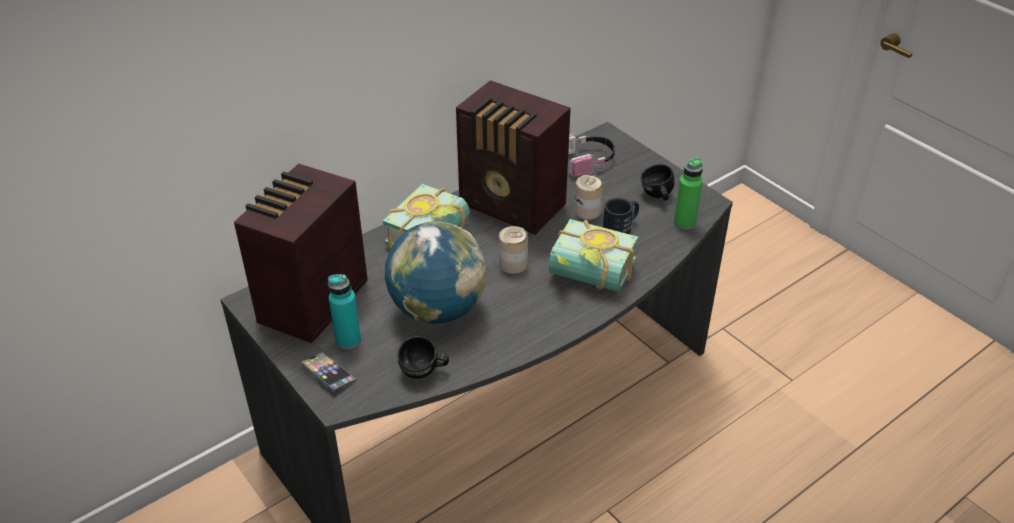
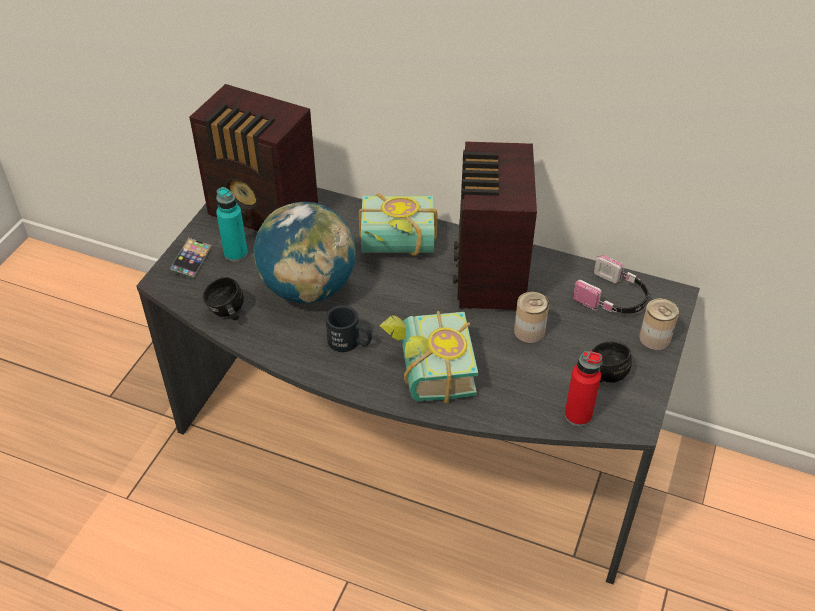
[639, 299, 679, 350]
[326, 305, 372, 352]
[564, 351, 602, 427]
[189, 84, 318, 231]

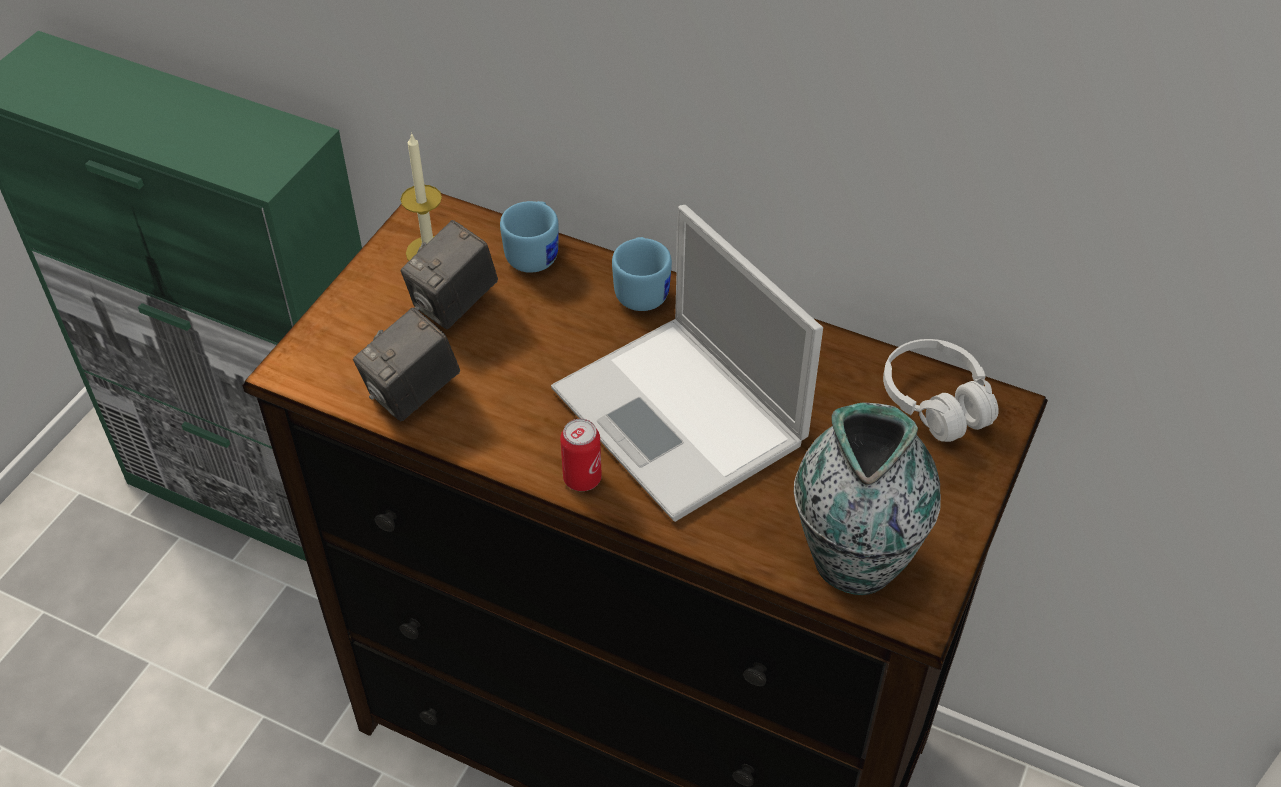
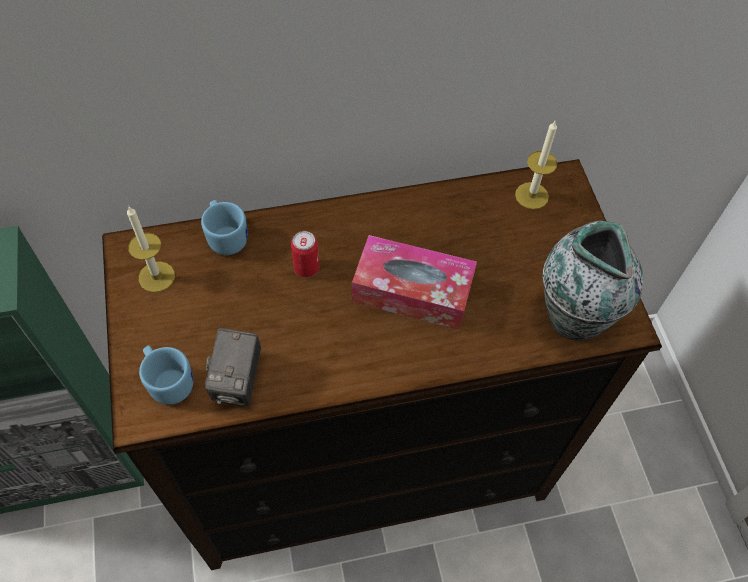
[401, 220, 498, 329] (first image)
[291, 231, 320, 278]
[139, 345, 193, 405]
[352, 235, 477, 330]
[515, 121, 557, 209]

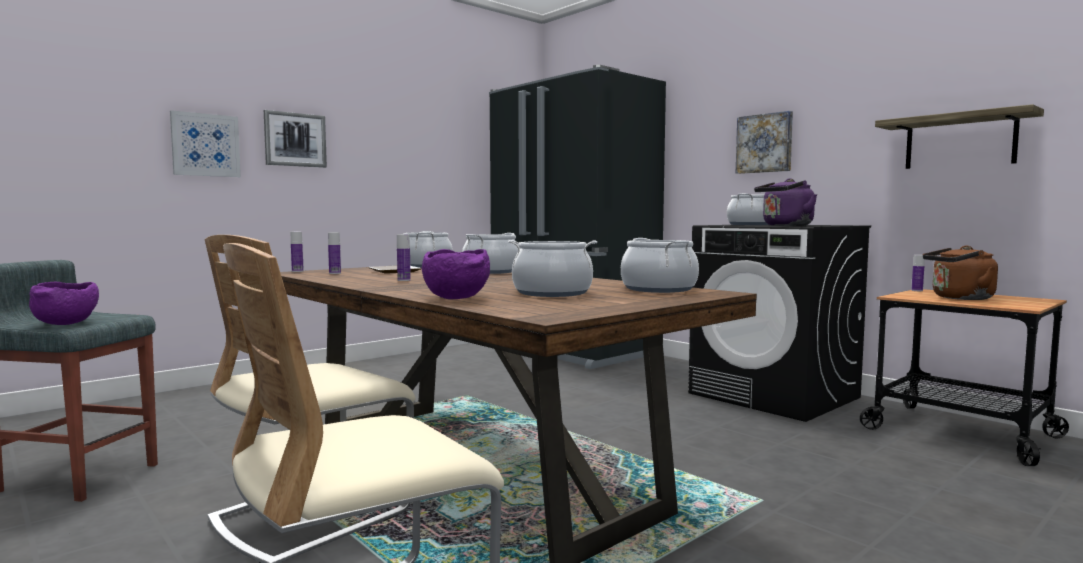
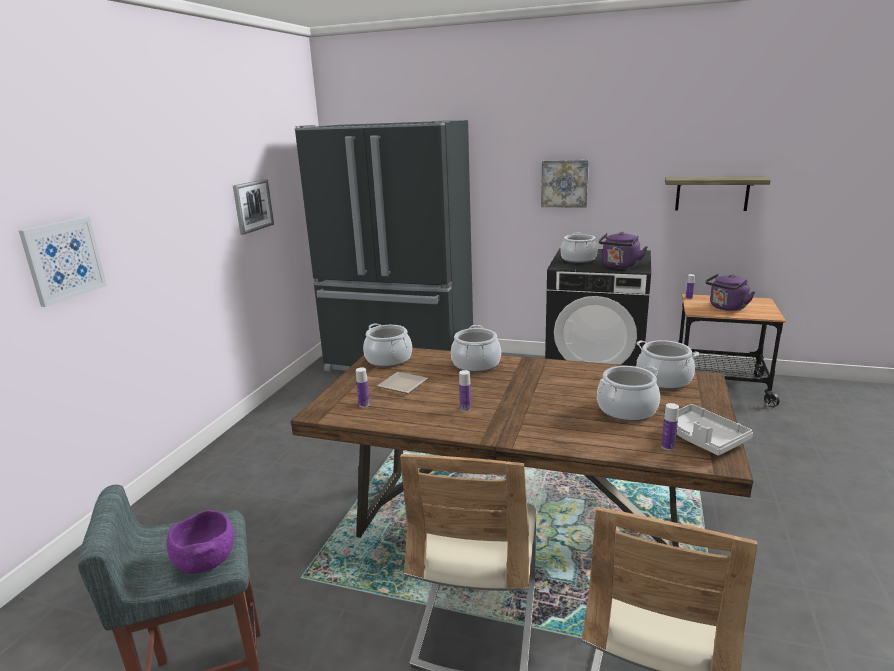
[422, 249, 490, 299] (first image)
[677, 404, 753, 455]
[233, 179, 274, 235]
[661, 403, 679, 450]
[706, 274, 755, 311]

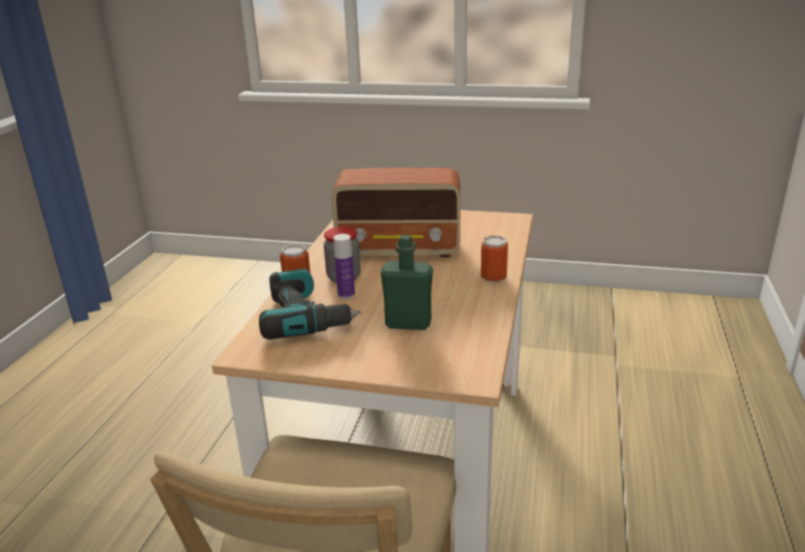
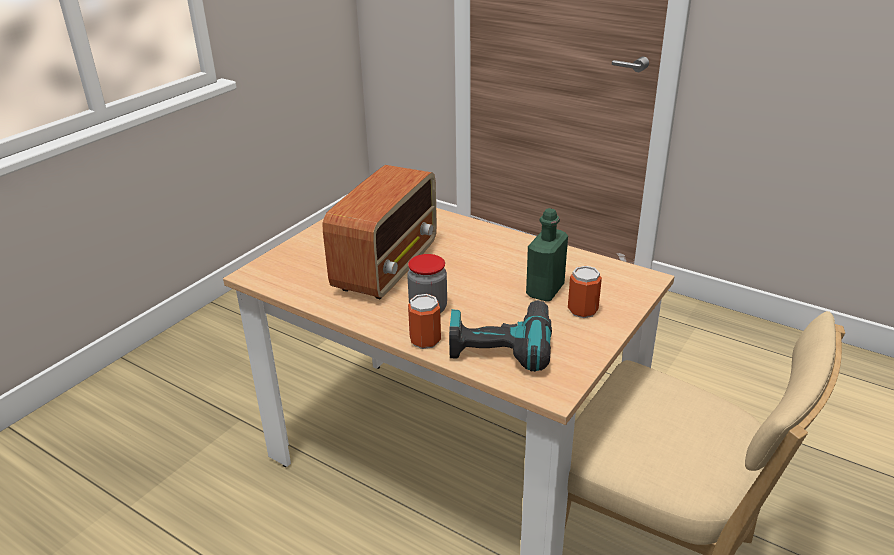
[333, 234, 355, 299] (first image)
[568, 266, 602, 318]

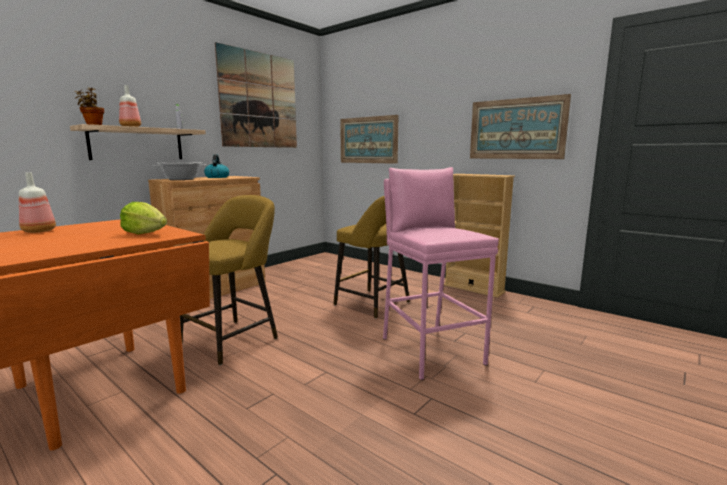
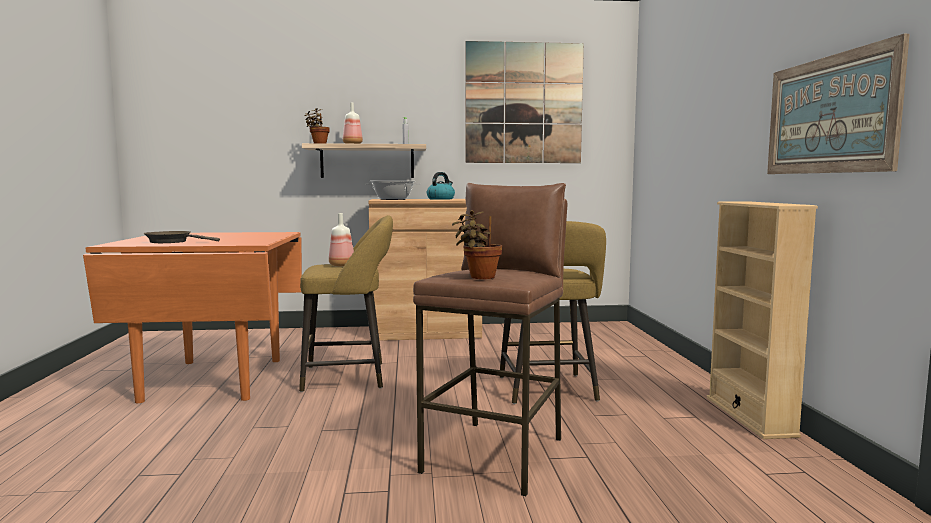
[120, 202, 167, 235] (first image)
[340, 115, 399, 164] (first image)
[144, 231, 220, 243]
[452, 210, 502, 279]
[329, 213, 354, 267]
[413, 183, 567, 496]

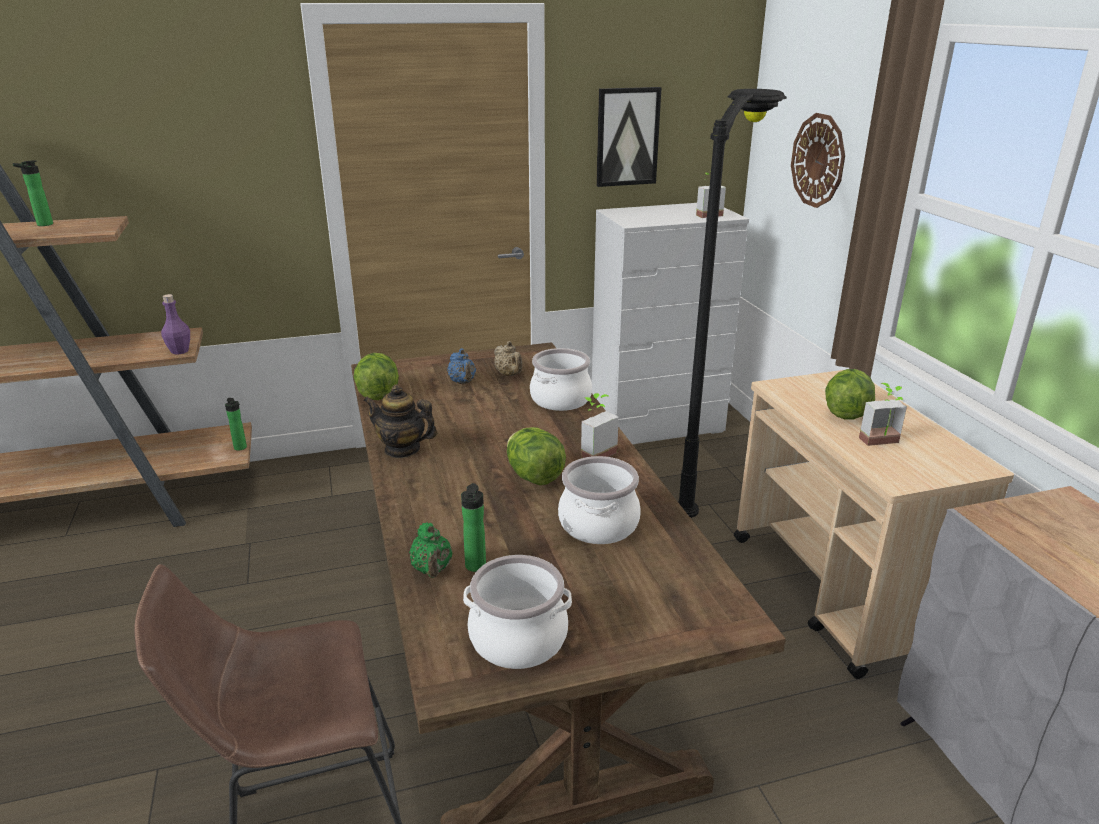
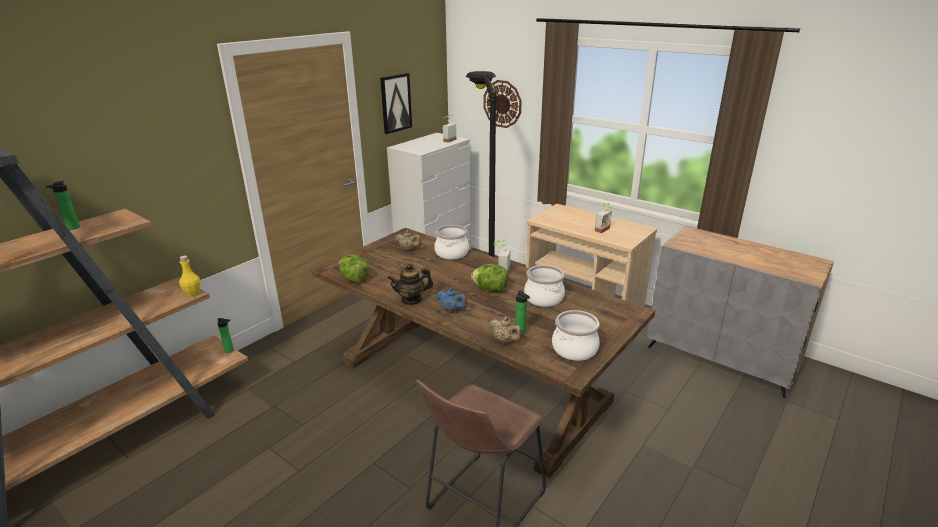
[825, 369, 875, 420] (first image)
[436, 287, 467, 312]
[179, 256, 200, 297]
[489, 317, 522, 343]

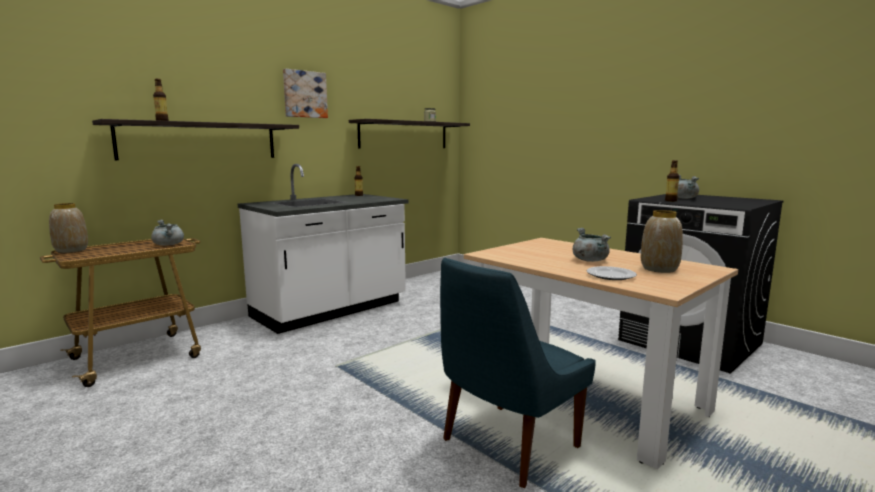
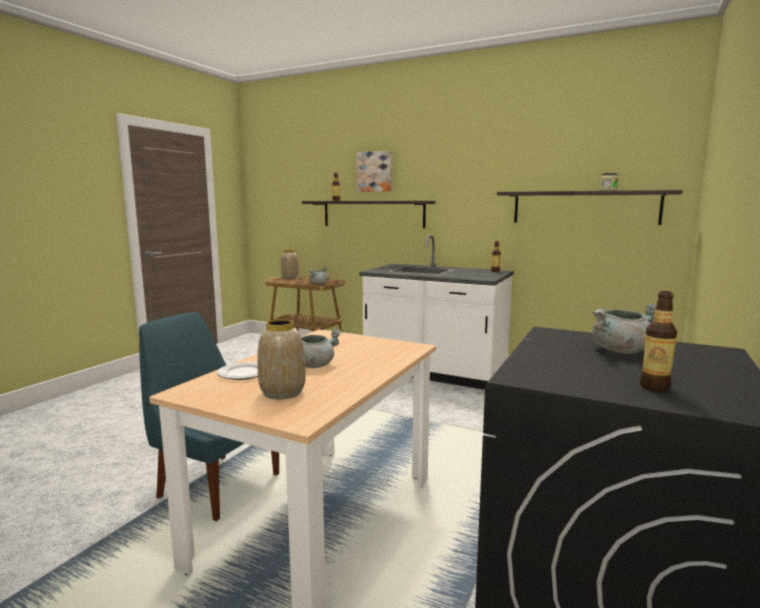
[356, 151, 393, 192]
[640, 291, 677, 392]

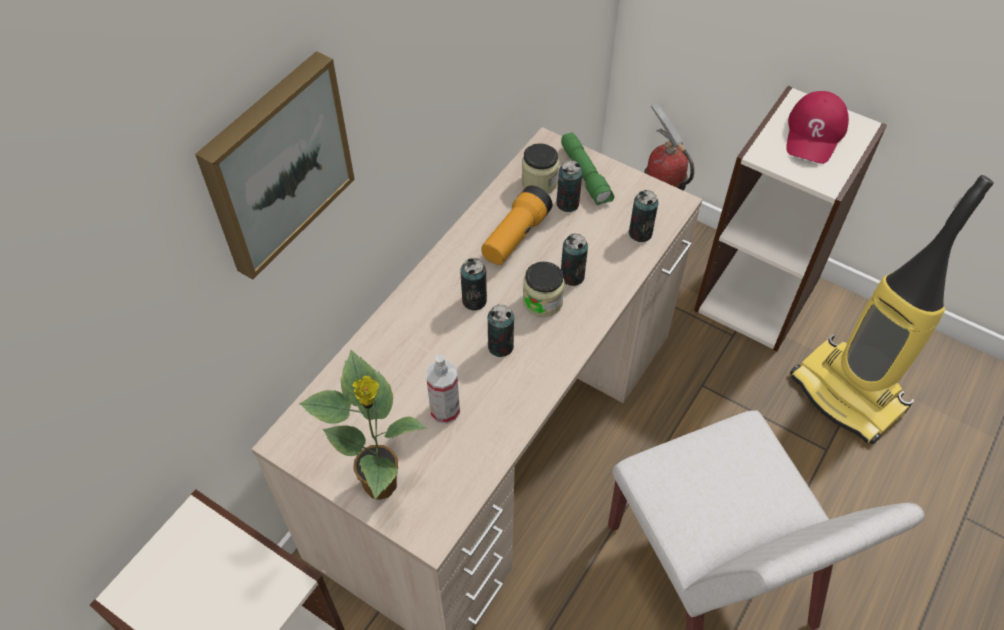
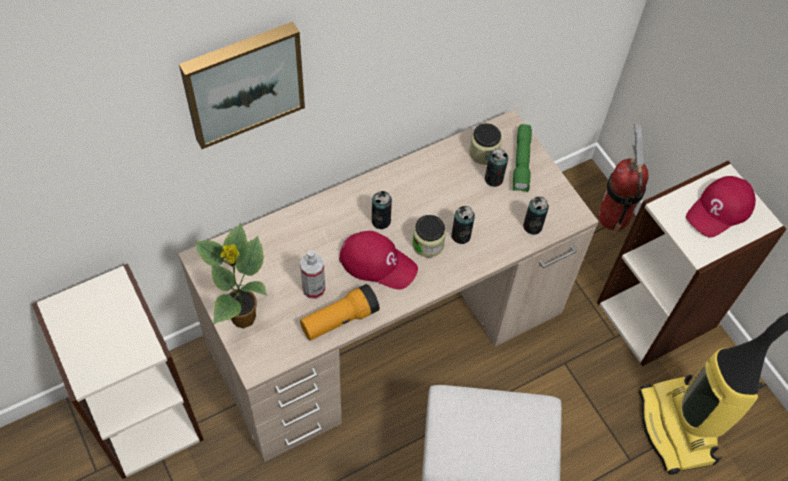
[300, 284, 380, 341]
[339, 231, 418, 290]

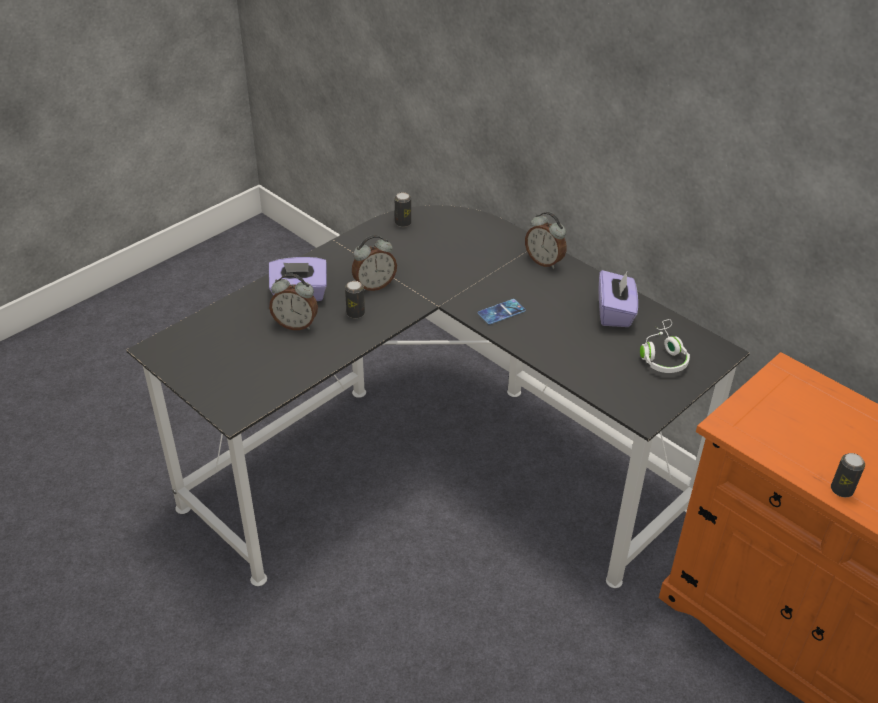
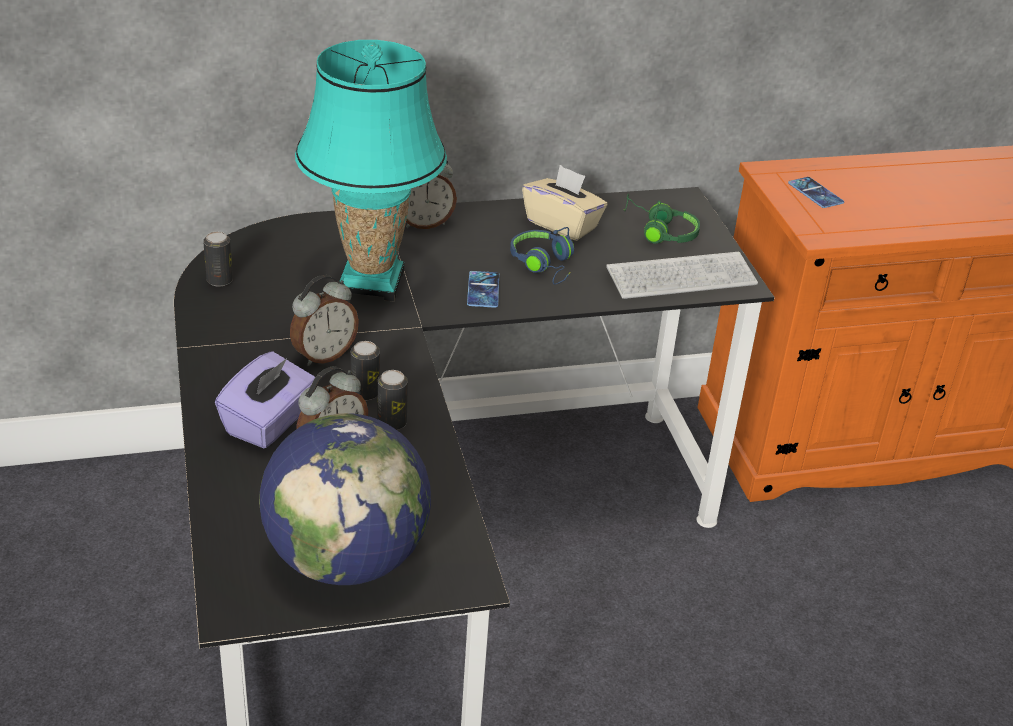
[259, 413, 431, 585]
[295, 40, 447, 302]
[510, 227, 574, 285]
[606, 252, 758, 299]
[788, 177, 844, 208]
[378, 370, 408, 430]
[522, 165, 607, 241]
[624, 194, 700, 244]
[290, 275, 359, 366]

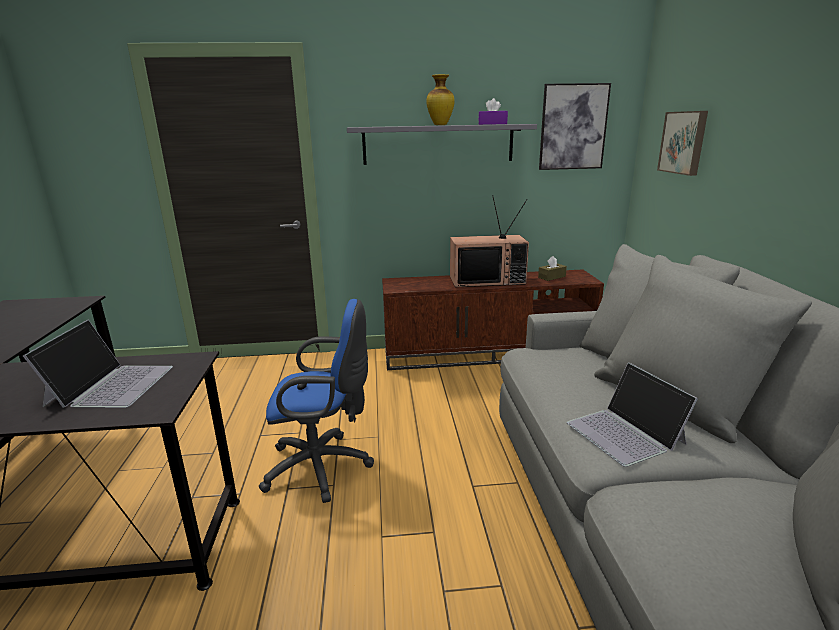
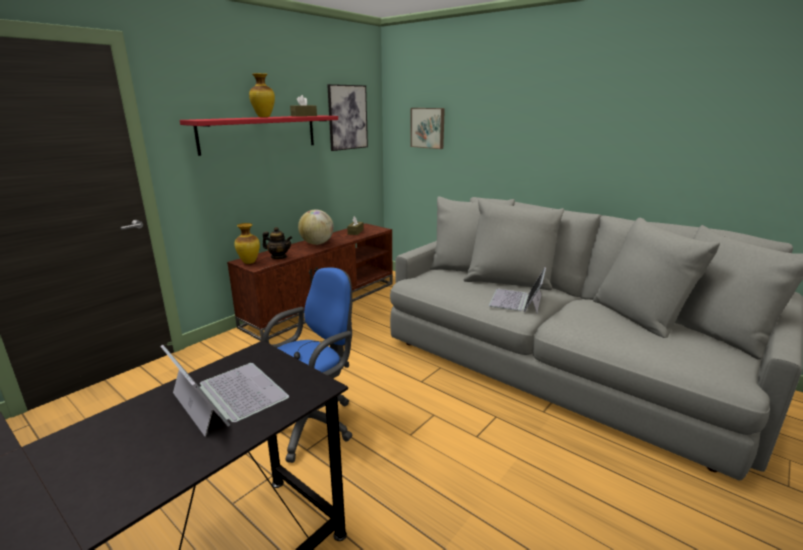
[234, 223, 260, 264]
[263, 227, 292, 259]
[298, 210, 334, 245]
[180, 115, 338, 156]
[290, 95, 317, 117]
[489, 268, 546, 313]

